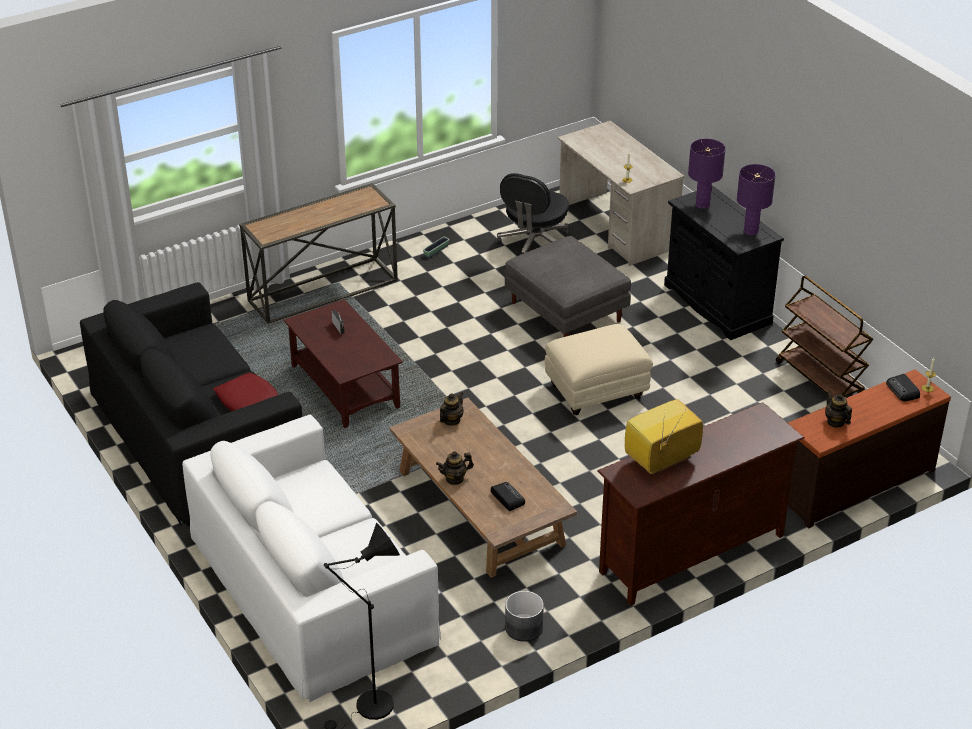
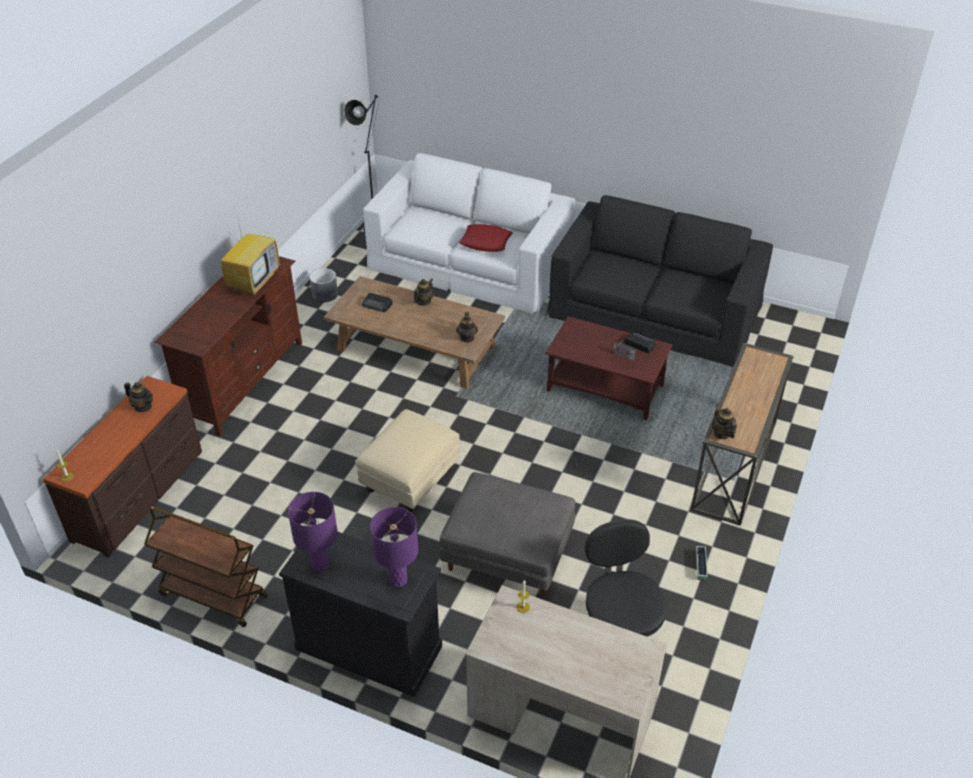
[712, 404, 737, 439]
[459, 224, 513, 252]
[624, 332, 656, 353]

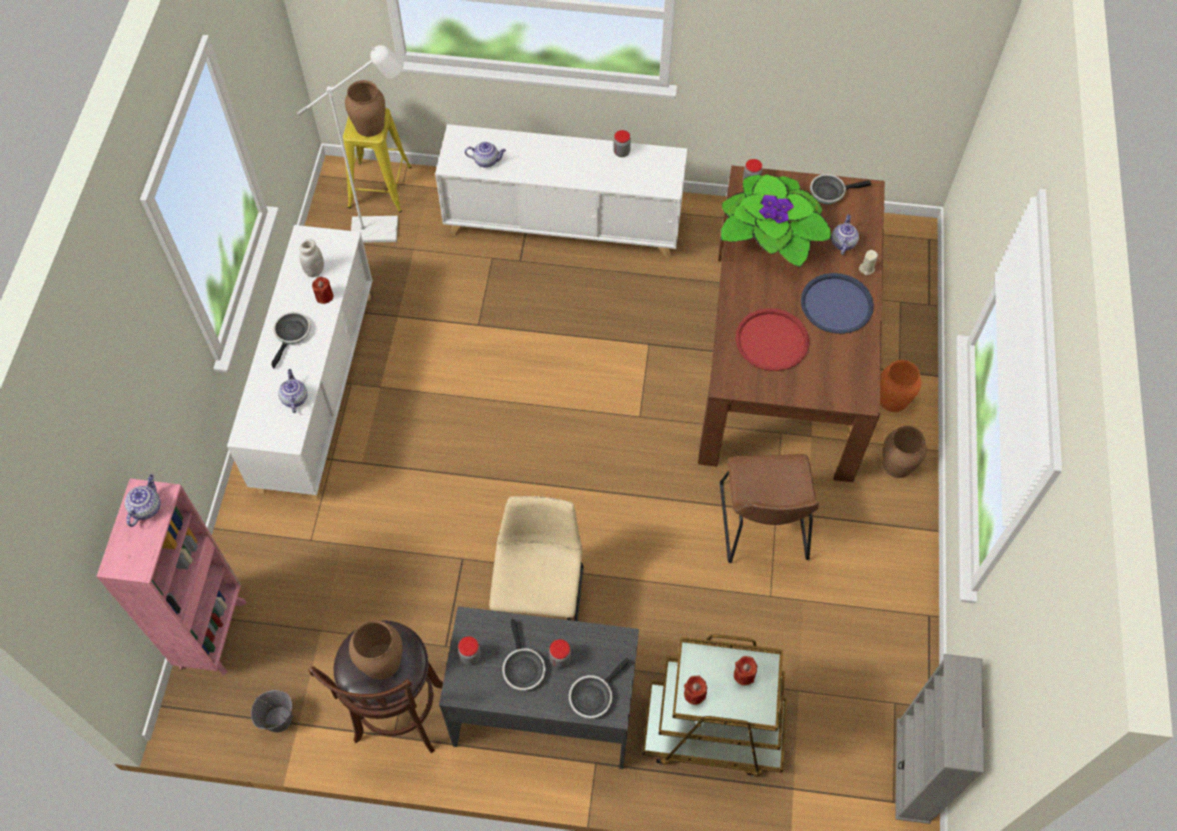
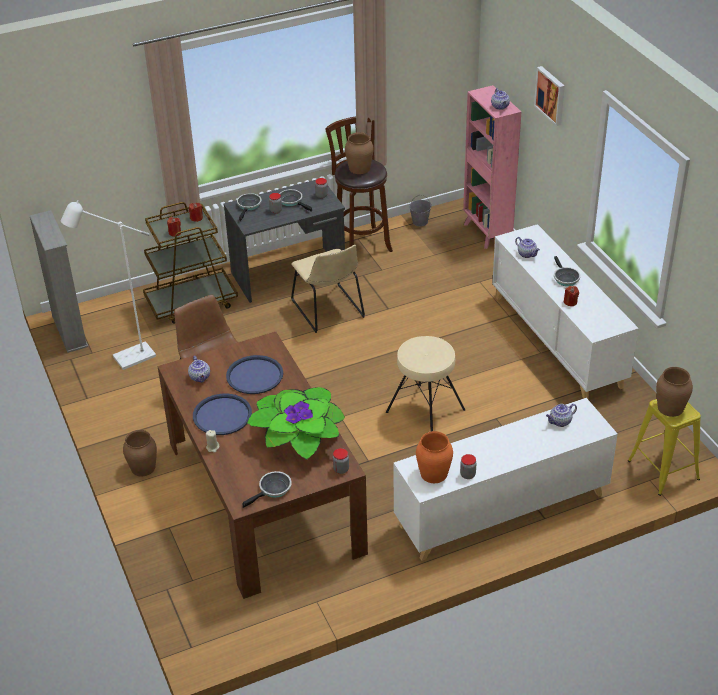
[299, 239, 324, 277] (first image)
[386, 336, 465, 431]
[534, 66, 565, 126]
[61, 200, 156, 370]
[188, 356, 210, 382]
[416, 431, 453, 483]
[226, 355, 283, 394]

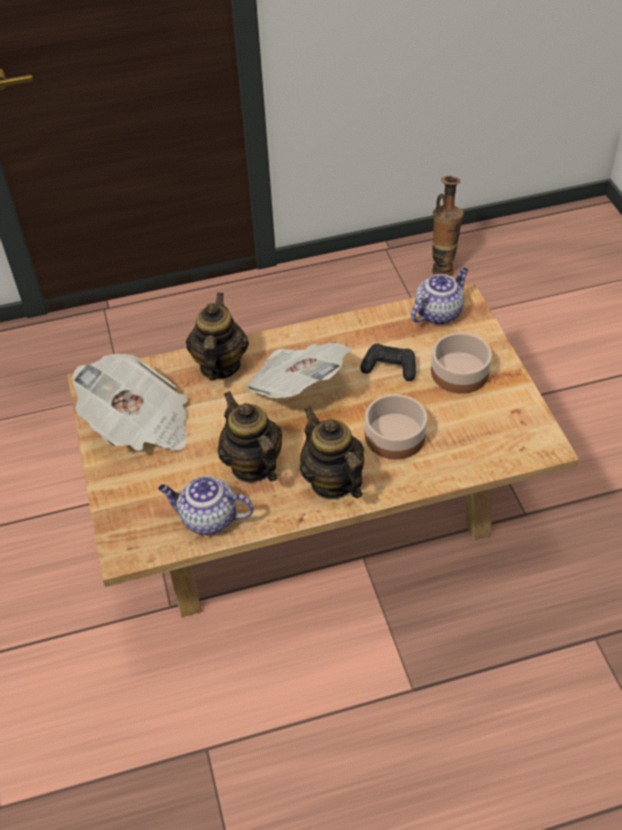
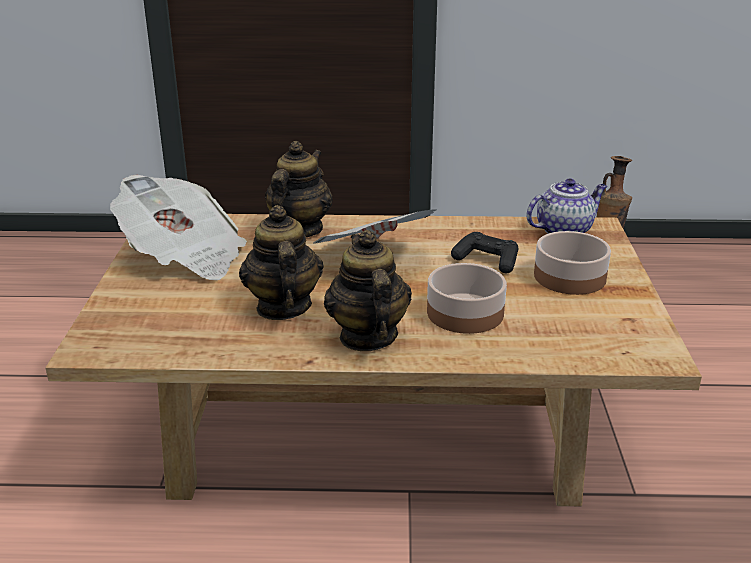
[158, 476, 253, 535] (first image)

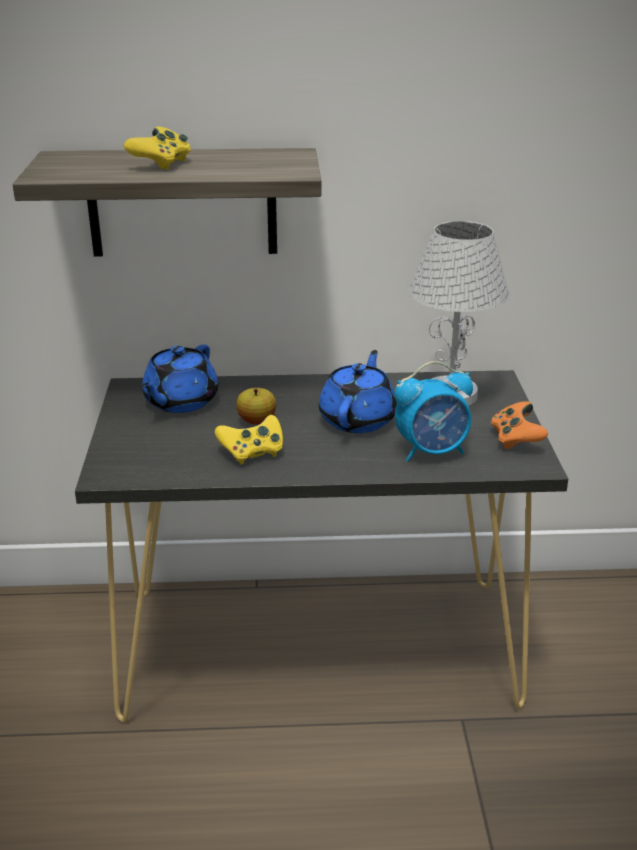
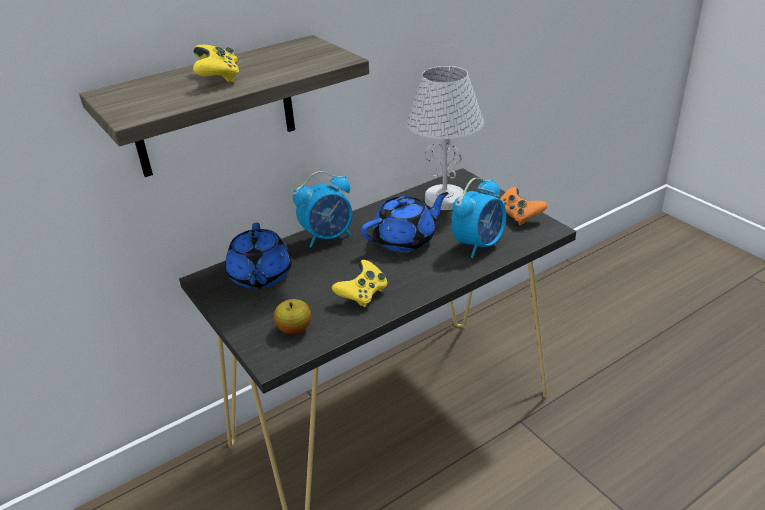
[293, 171, 352, 247]
[274, 299, 311, 334]
[361, 192, 448, 252]

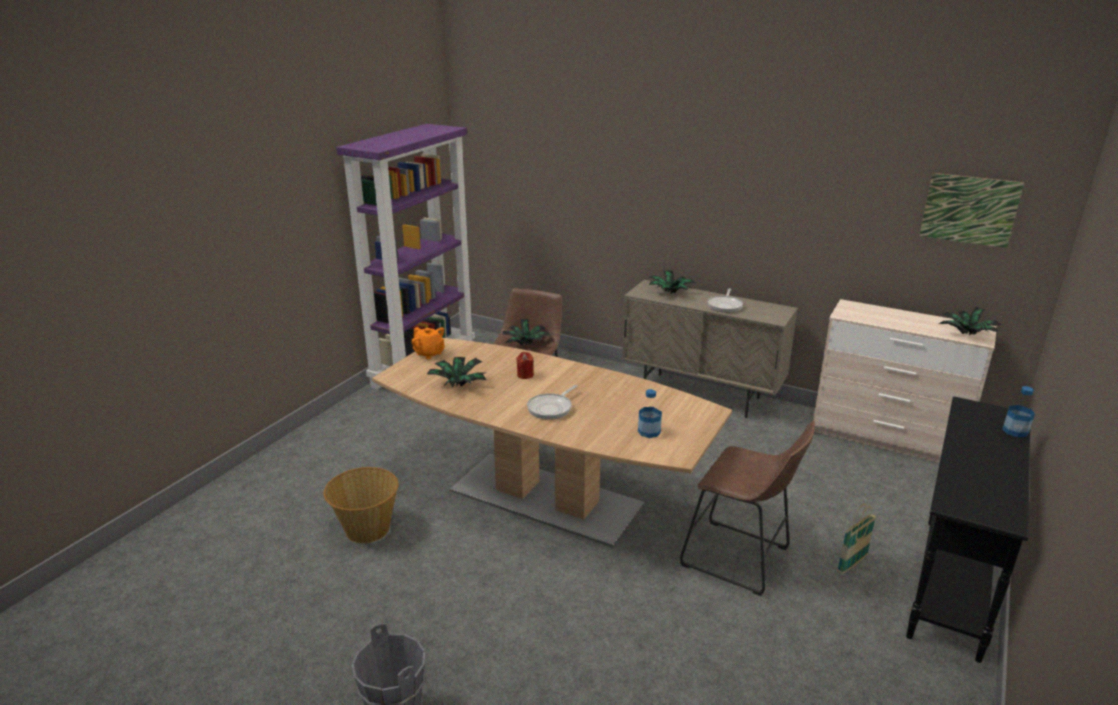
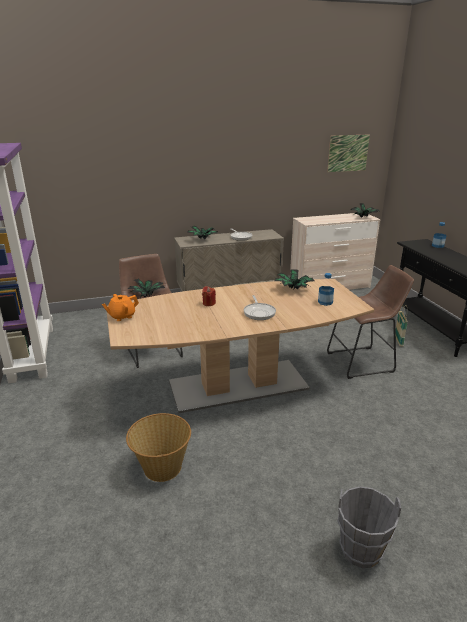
[274, 269, 315, 290]
[102, 294, 139, 321]

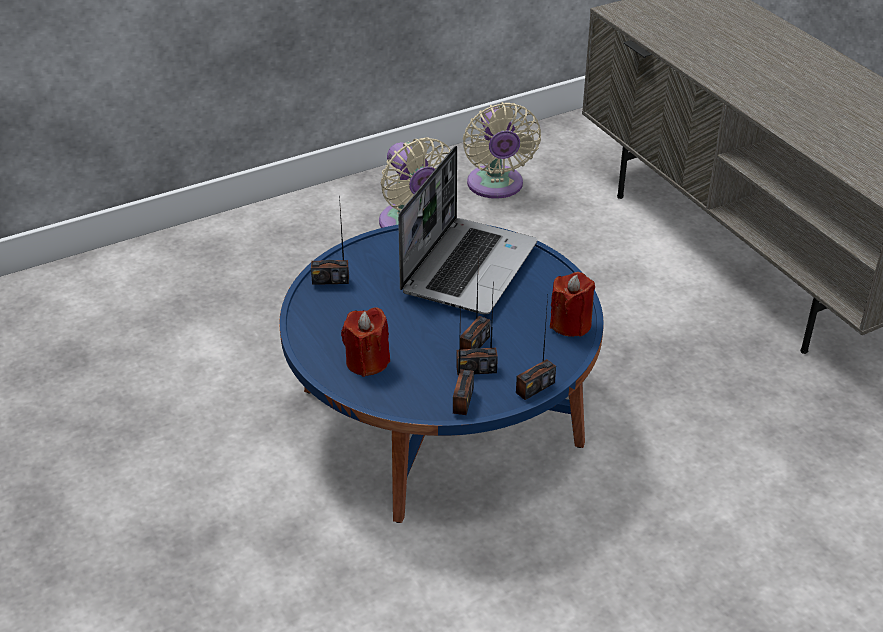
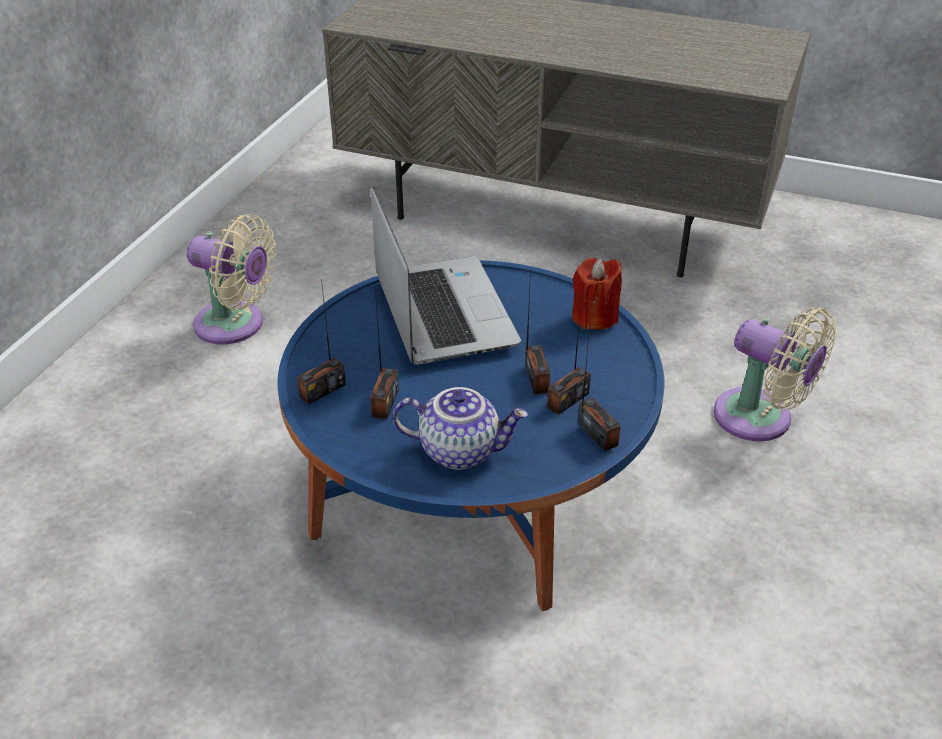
[714, 307, 836, 441]
[370, 290, 399, 419]
[393, 387, 528, 470]

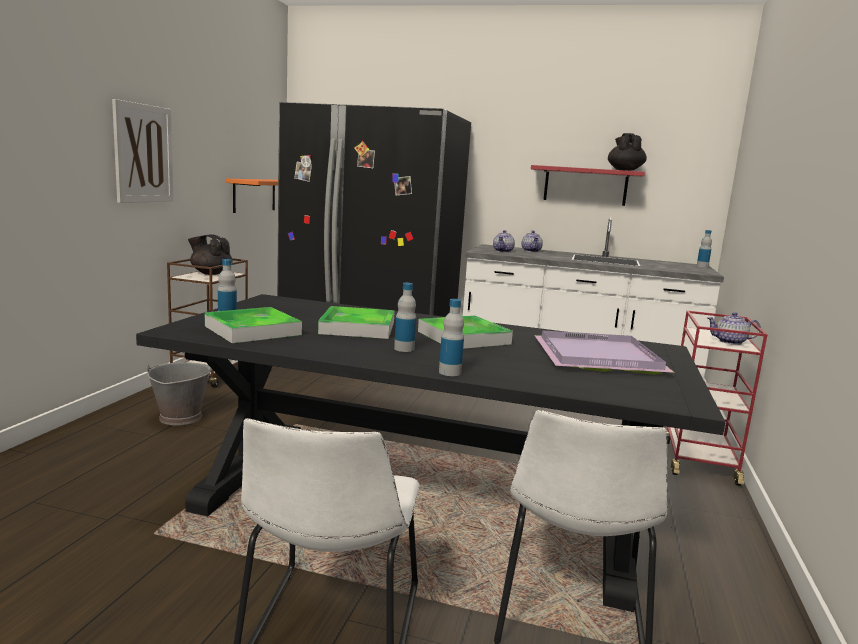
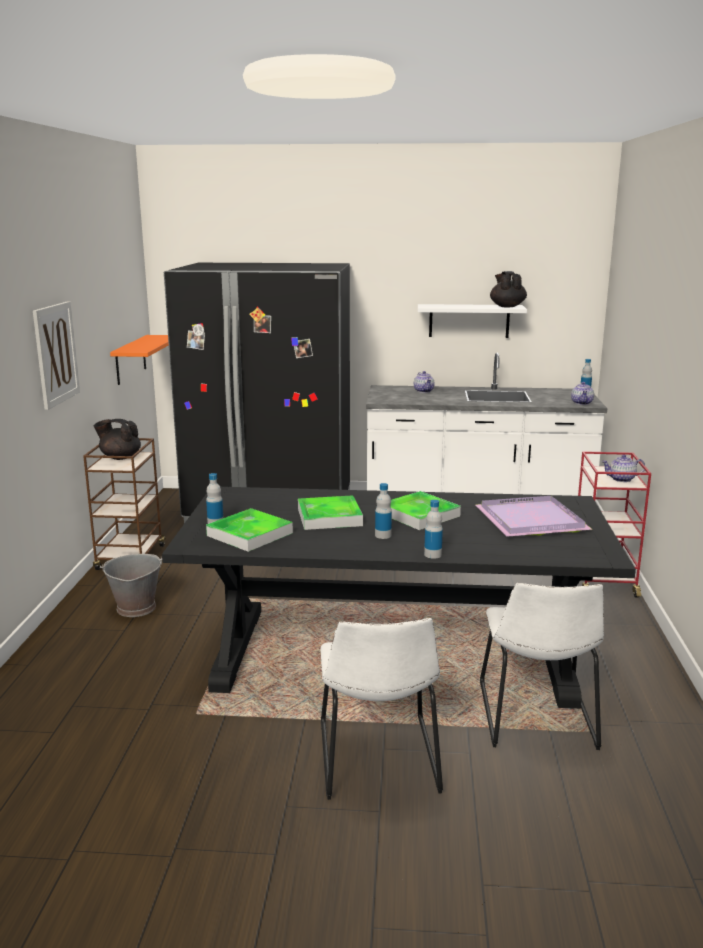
[571, 382, 594, 405]
[418, 304, 527, 338]

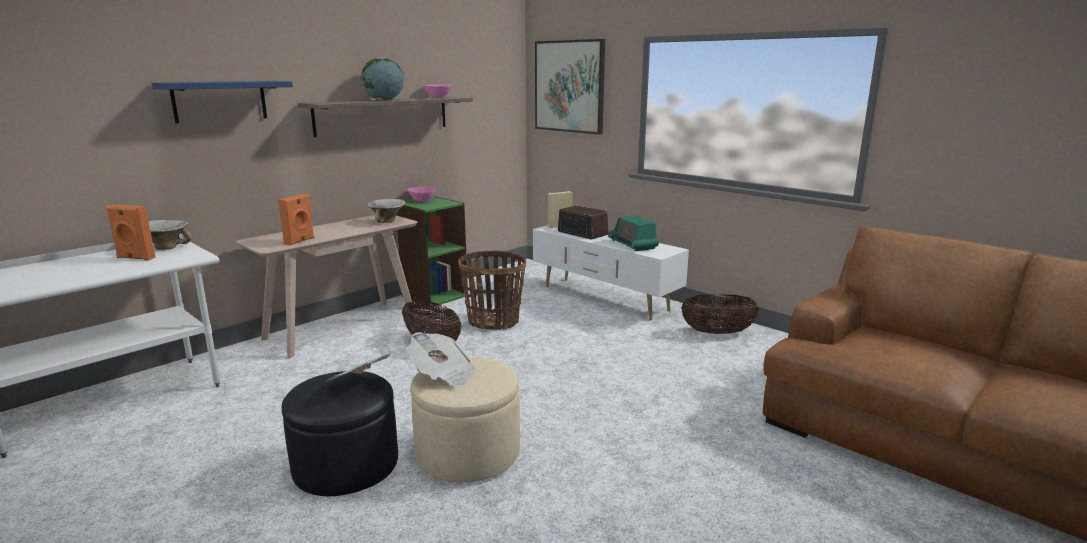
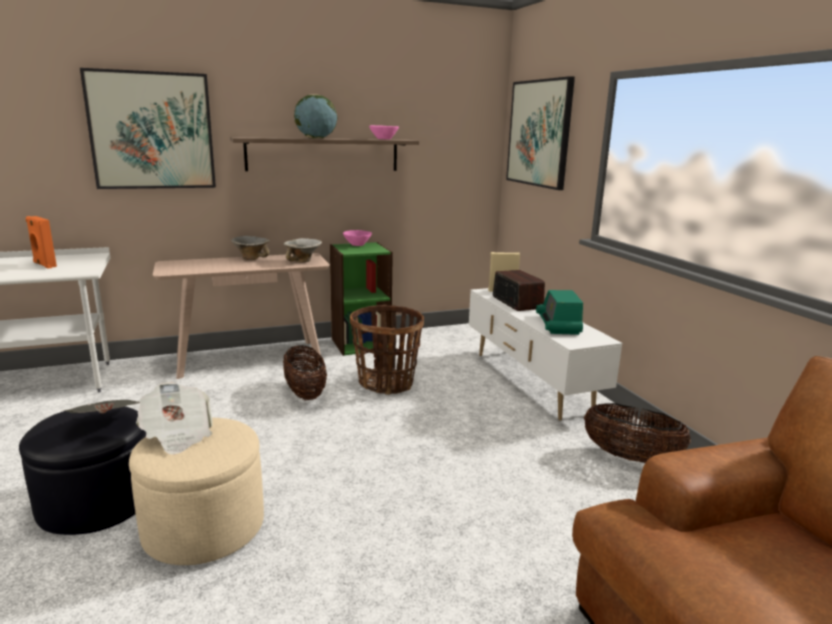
[278, 194, 314, 246] (first image)
[231, 236, 270, 260]
[80, 68, 216, 189]

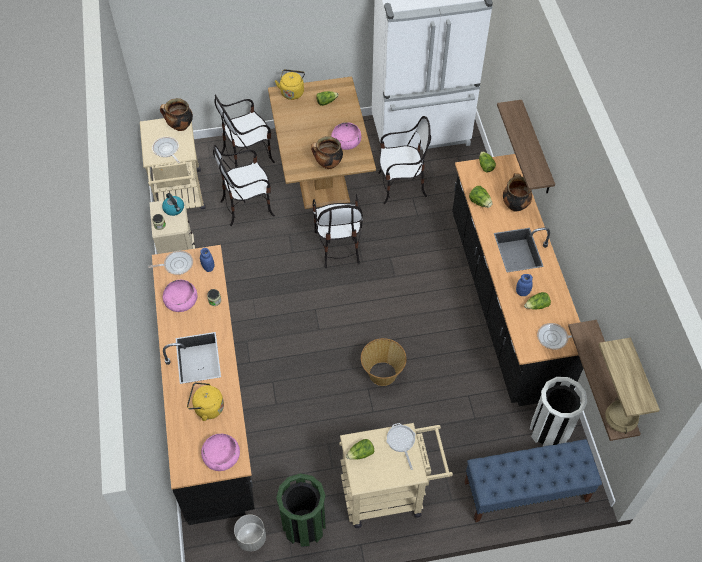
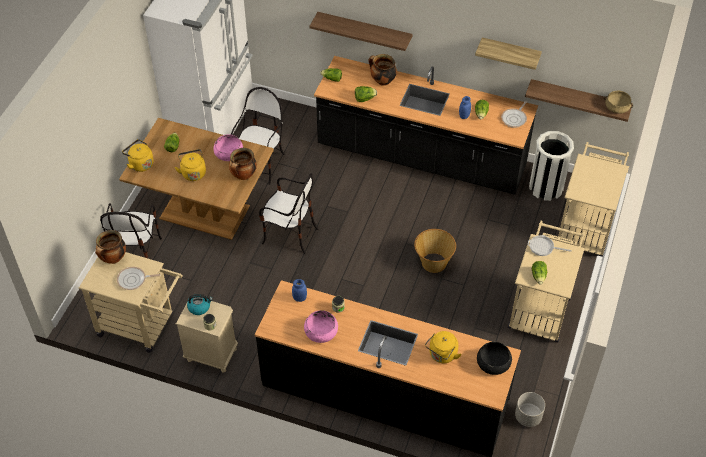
[148, 251, 193, 275] (first image)
[213, 145, 275, 226] (first image)
[276, 473, 326, 547] (first image)
[175, 149, 206, 181]
[475, 37, 542, 70]
[558, 142, 629, 257]
[477, 342, 512, 375]

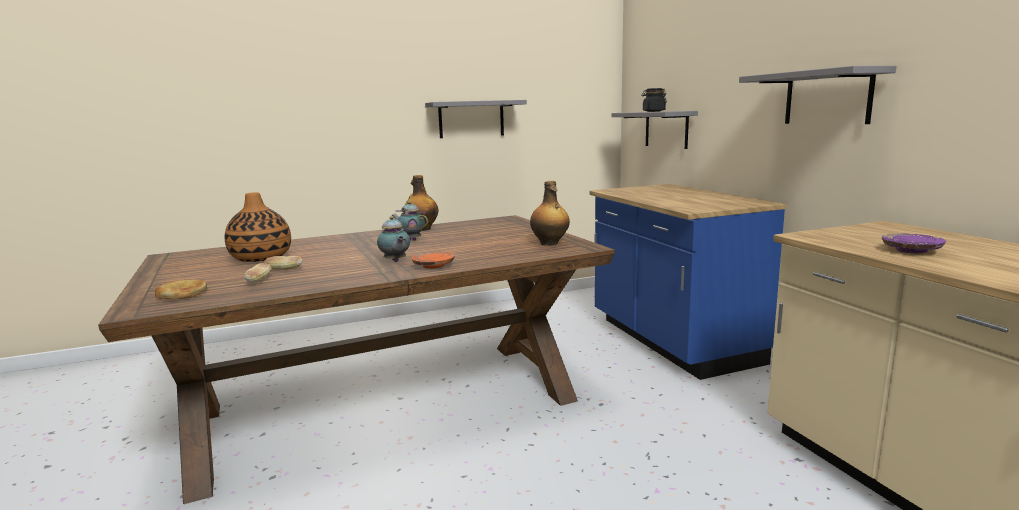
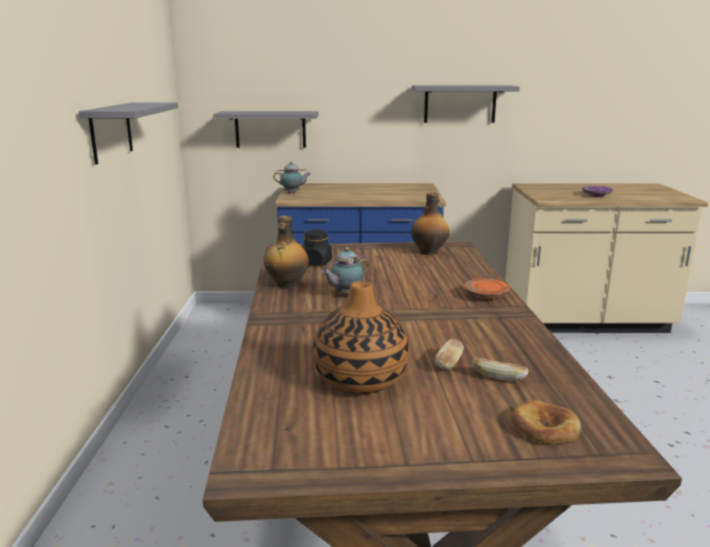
[273, 162, 310, 193]
[302, 229, 332, 266]

